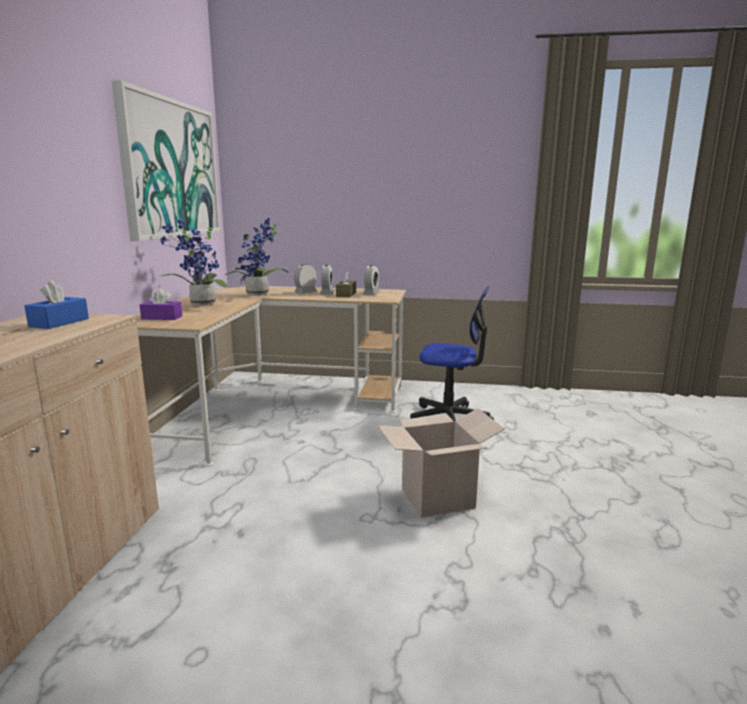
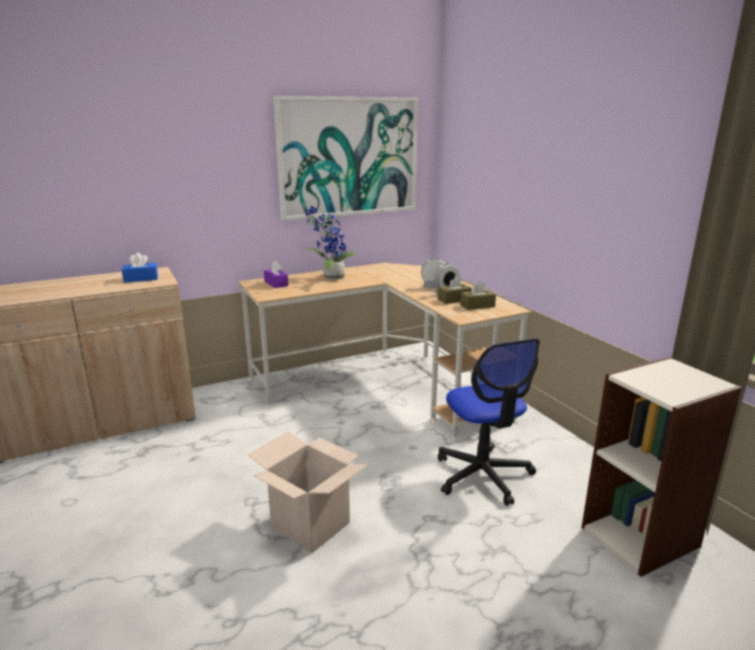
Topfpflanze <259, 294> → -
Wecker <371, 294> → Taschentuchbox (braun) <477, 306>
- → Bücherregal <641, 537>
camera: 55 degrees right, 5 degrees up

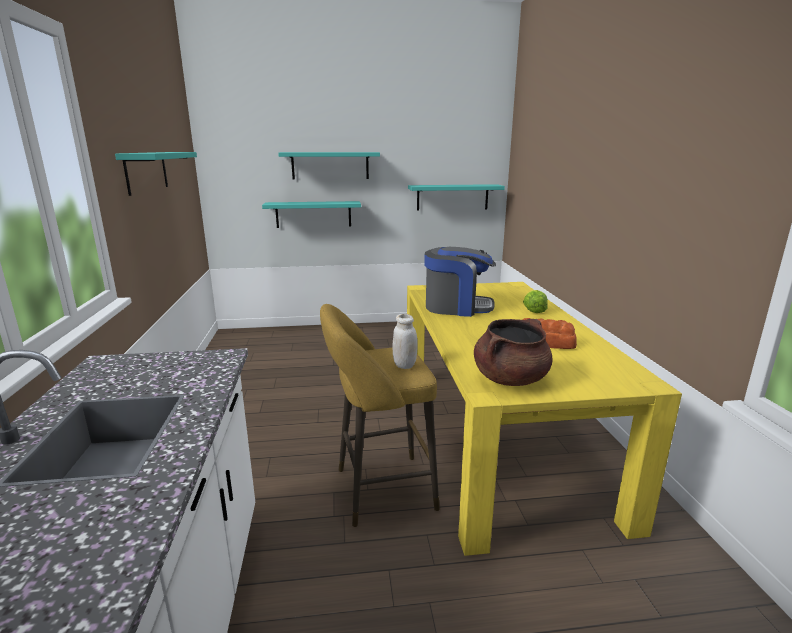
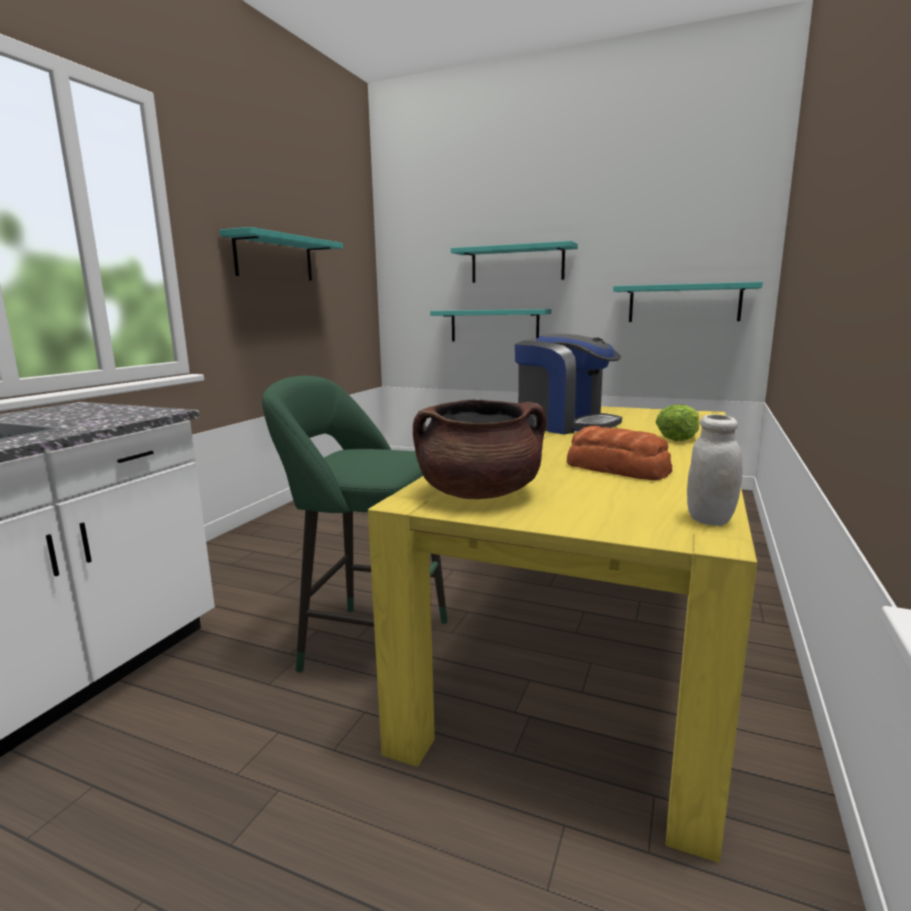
Hocker (gelb) <379, 490> → Hocker (grün) <367, 643>
Vorratsglas (weiß) <404, 365> → Vorratsglas (weiß) <709, 519>, moved
camera: 30 degrees right, 5 degrees down

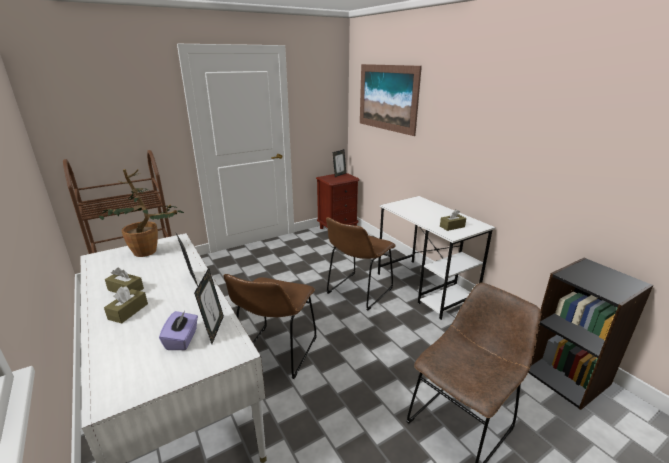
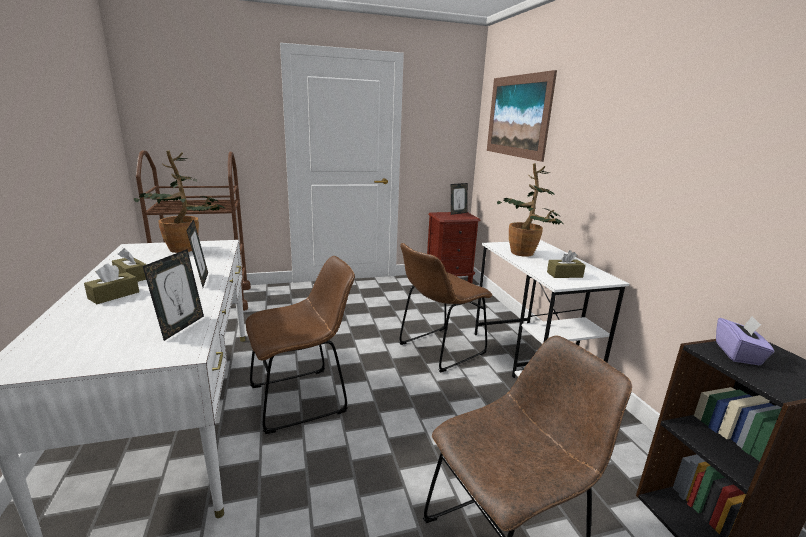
Stuhl (braun) <276, 354> → Stuhl (braun) <303, 398>, 150 degrees counterclockwise
Taschentuchbox (lila) <182, 340> → Taschentuchbox (lila) <738, 354>, moved
- → Topfpflanze <524, 255>
camera: 15 degrees right, 5 degrees down

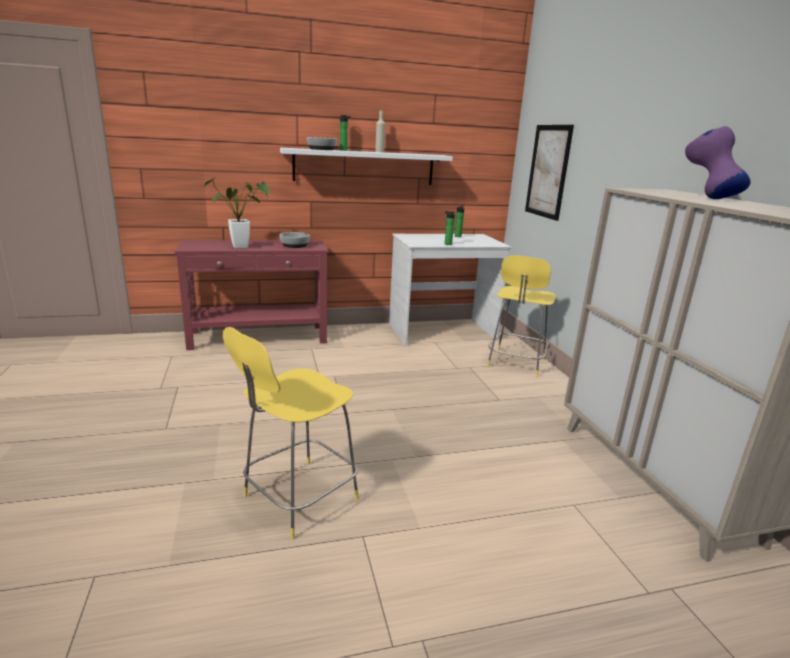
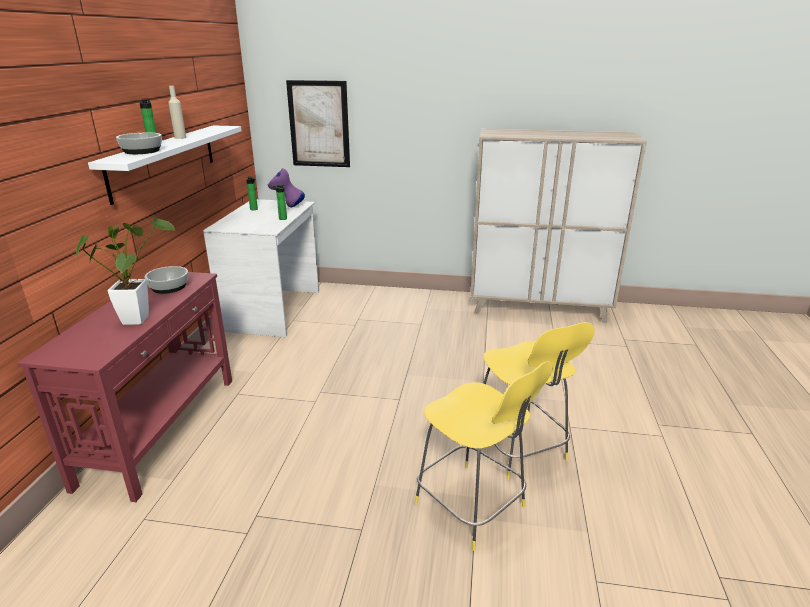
Vase (lila) <707, 198> → Vase (lila) <287, 207>, moved
Hocker (gelb) <515, 363> → Hocker (gelb) <472, 507>, moved
camera: 65 degrees left, 5 degrees up

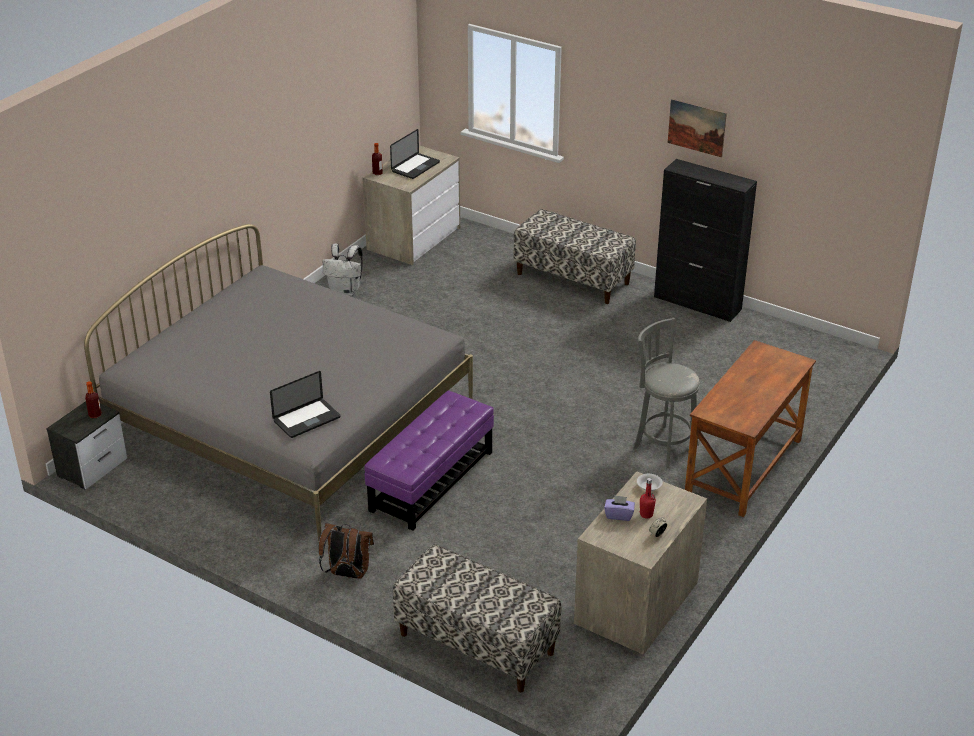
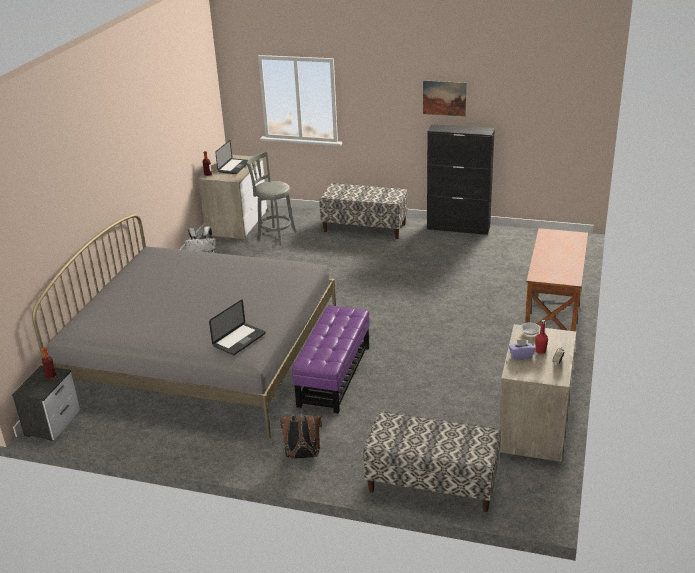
Hocker (grau) <662, 445> → Hocker (grau) <274, 235>, moved
camera: 15 degrees left, 5 degrees down

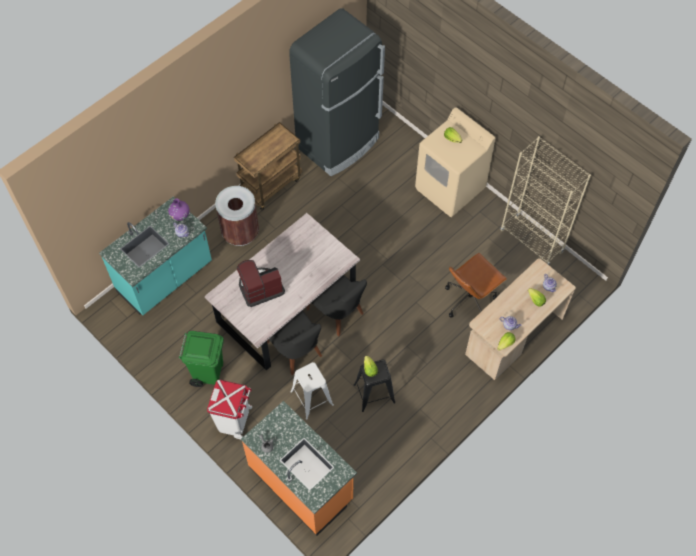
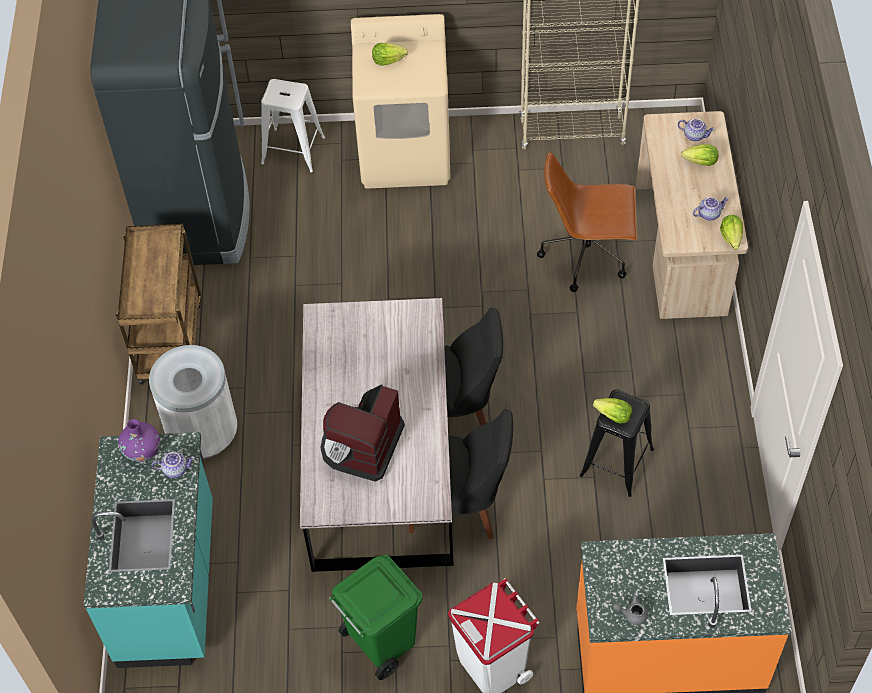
Mülleimer (braun) <240, 233> → Mülleimer (weiß) <203, 434>
Bürostuhl (braun) <469, 300> → Bürostuhl (braun) <587, 255>, 90 degrees clockwise
Hocker (weiß) <311, 398> → Hocker (weiß) <292, 150>, moved
camera: 45 degrees left, 5 degrees down

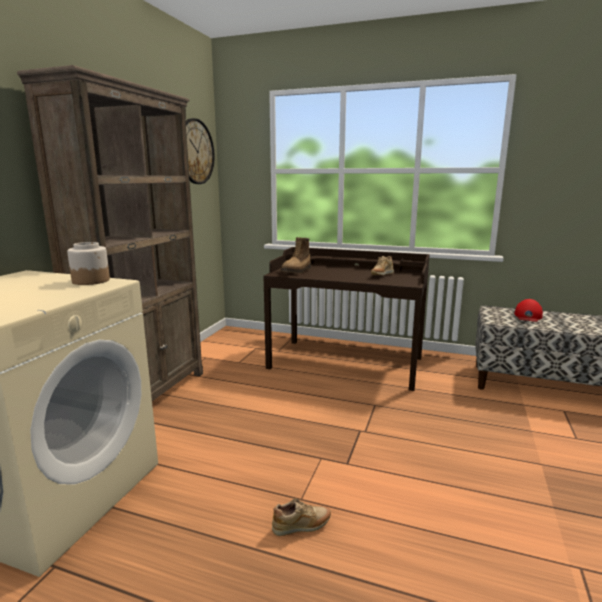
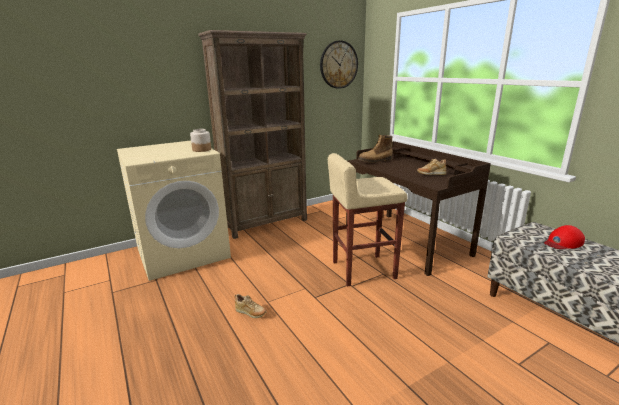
- → Hocker (beige) <362, 269>
camera: 40 degrees right, 5 degrees up

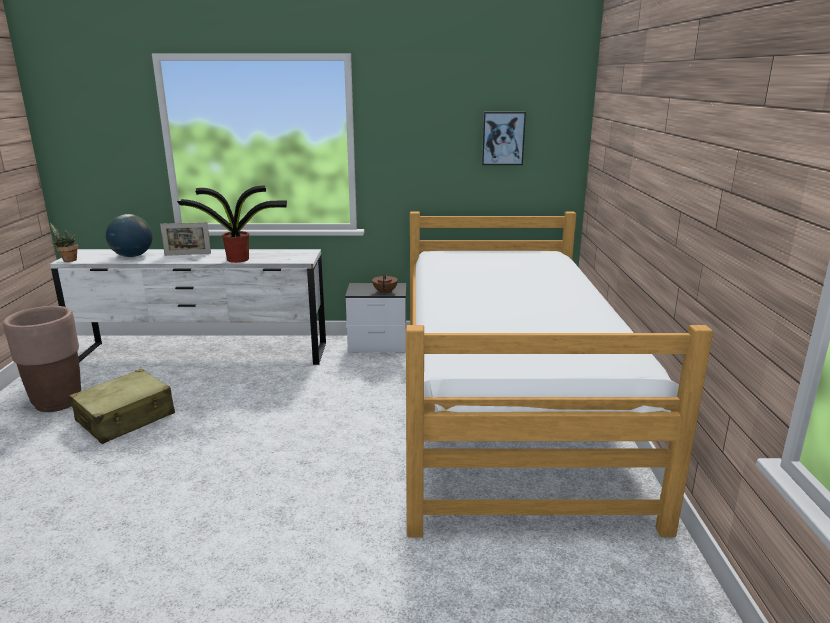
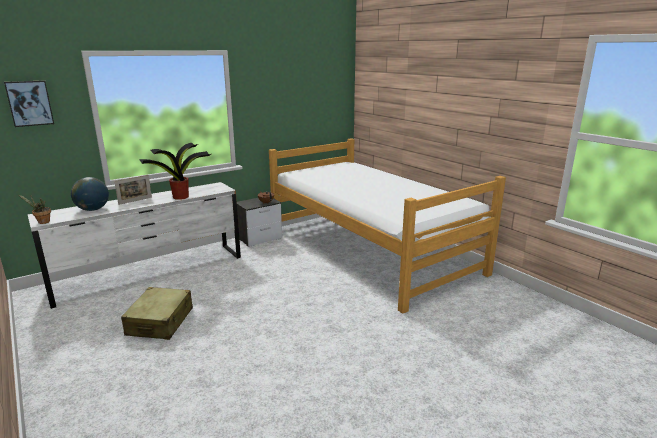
Bild <503, 138> → Bild <29, 103>, moved
Pflanzkübel (braun) <57, 402> → -
camera: 35 degrees left, 0 degrees up

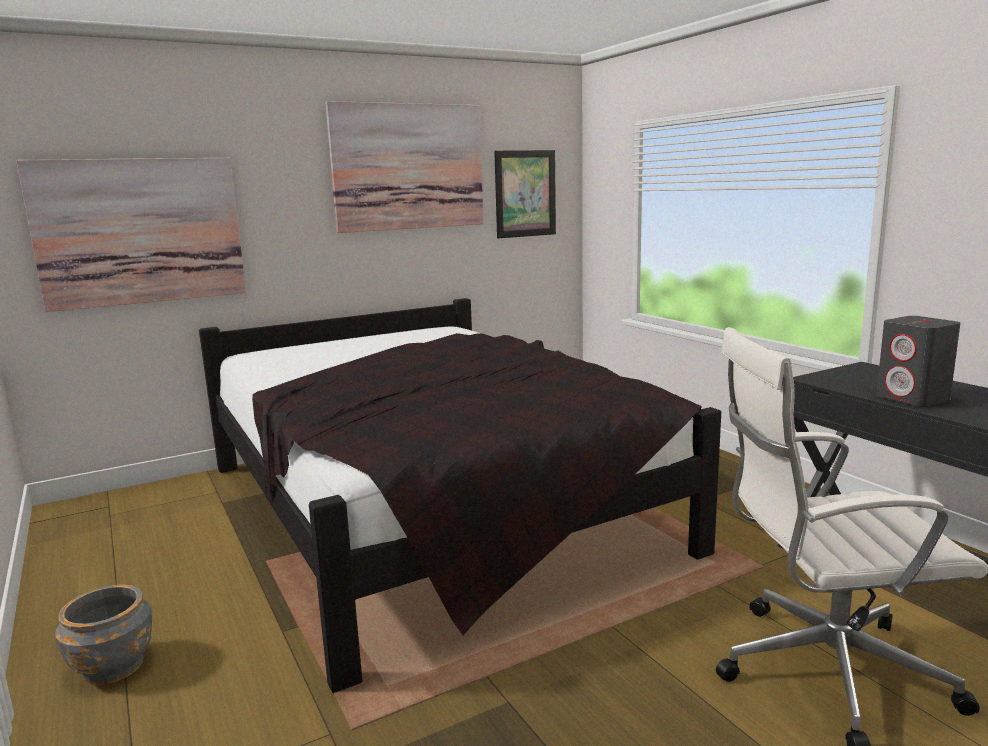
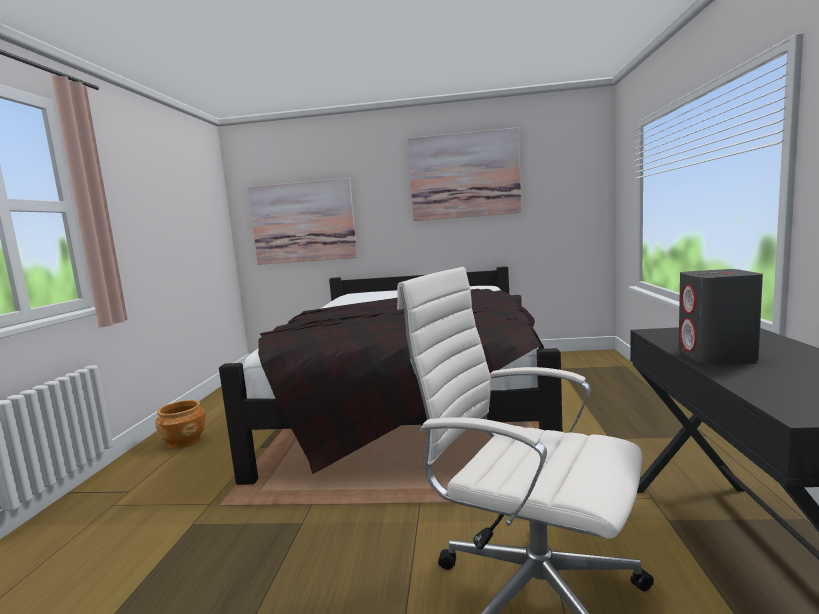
Bild <525, 194> → -
Pflanzkübel (grau) <113, 666> → Pflanzkübel (braun) <184, 442>
camera: 35 degrees right, 5 degrees down

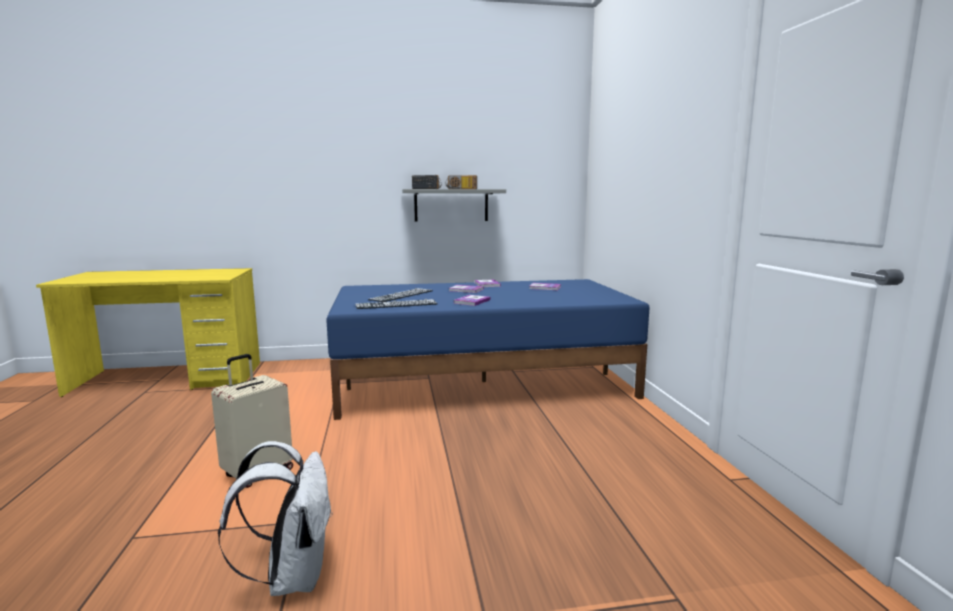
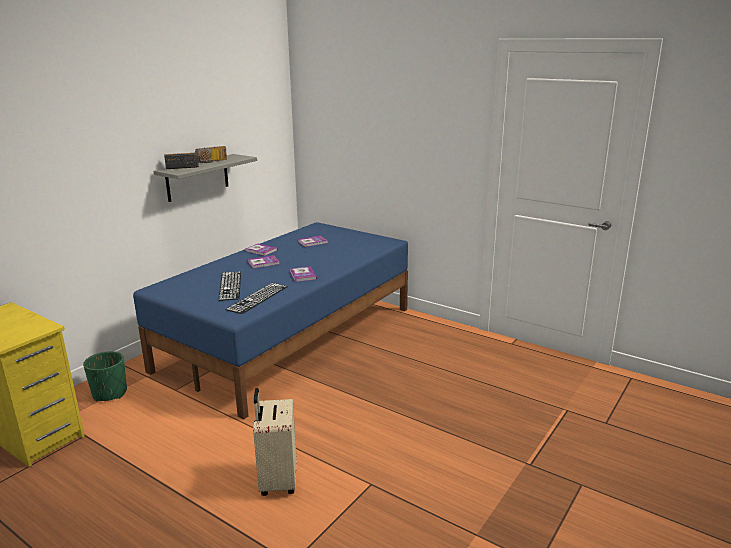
Rucksack (weiß) <292, 576> → -
- → Pflanzkübel (grün) <109, 393>
camera: 45 degrees left, 10 degrees up

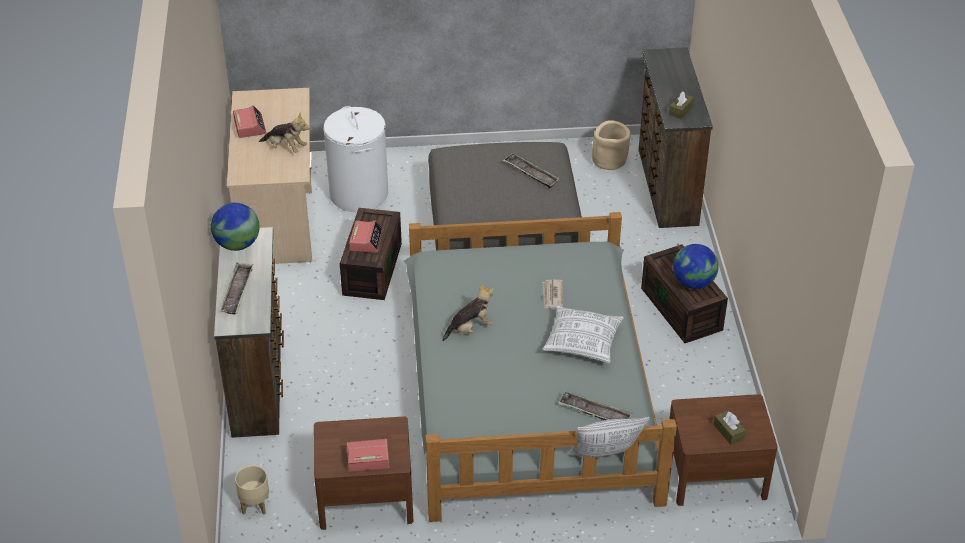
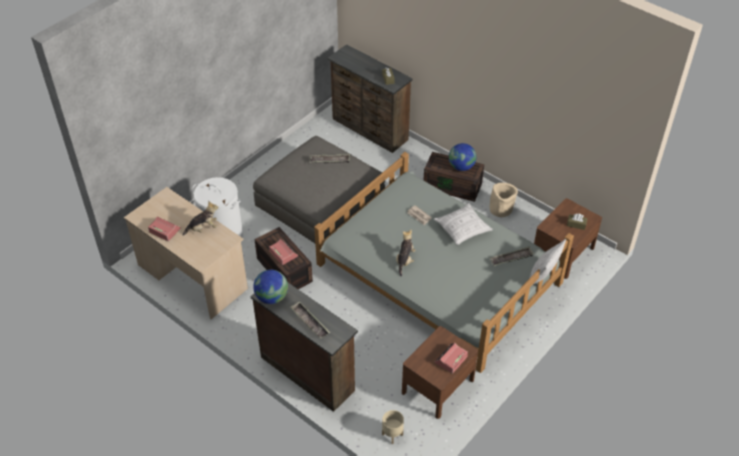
Pflanzkübel (beige) <609, 161> → Pflanzkübel (beige) <501, 209>, moved
camera: 45 degrees left, 5 degrees up

